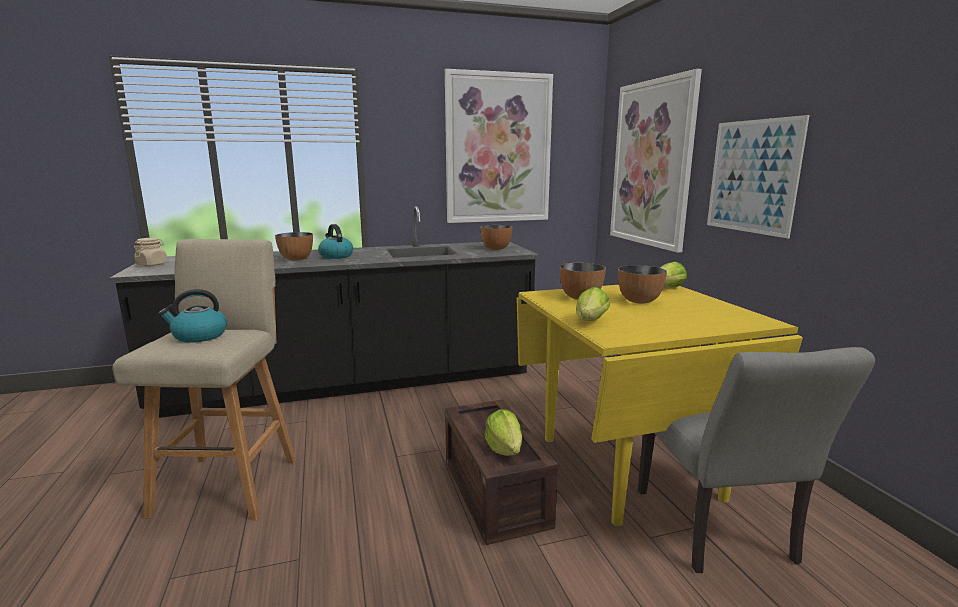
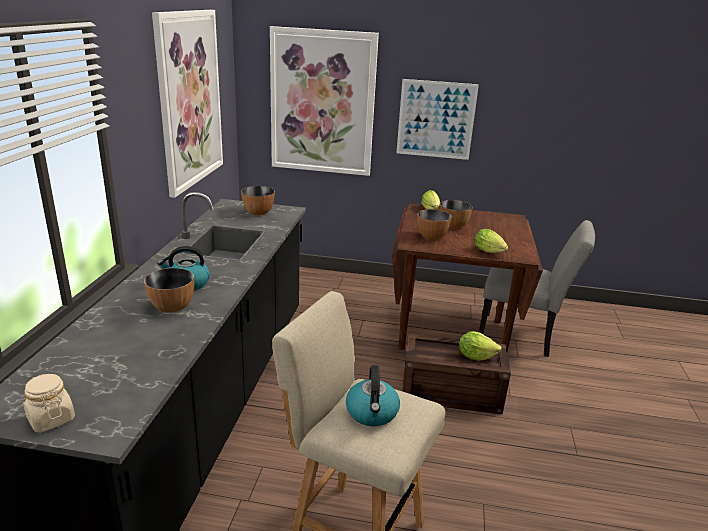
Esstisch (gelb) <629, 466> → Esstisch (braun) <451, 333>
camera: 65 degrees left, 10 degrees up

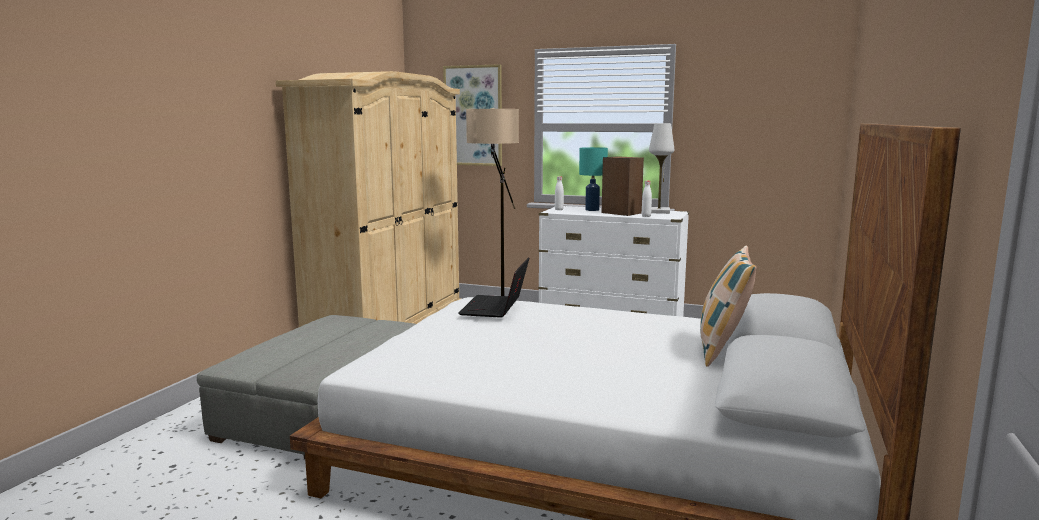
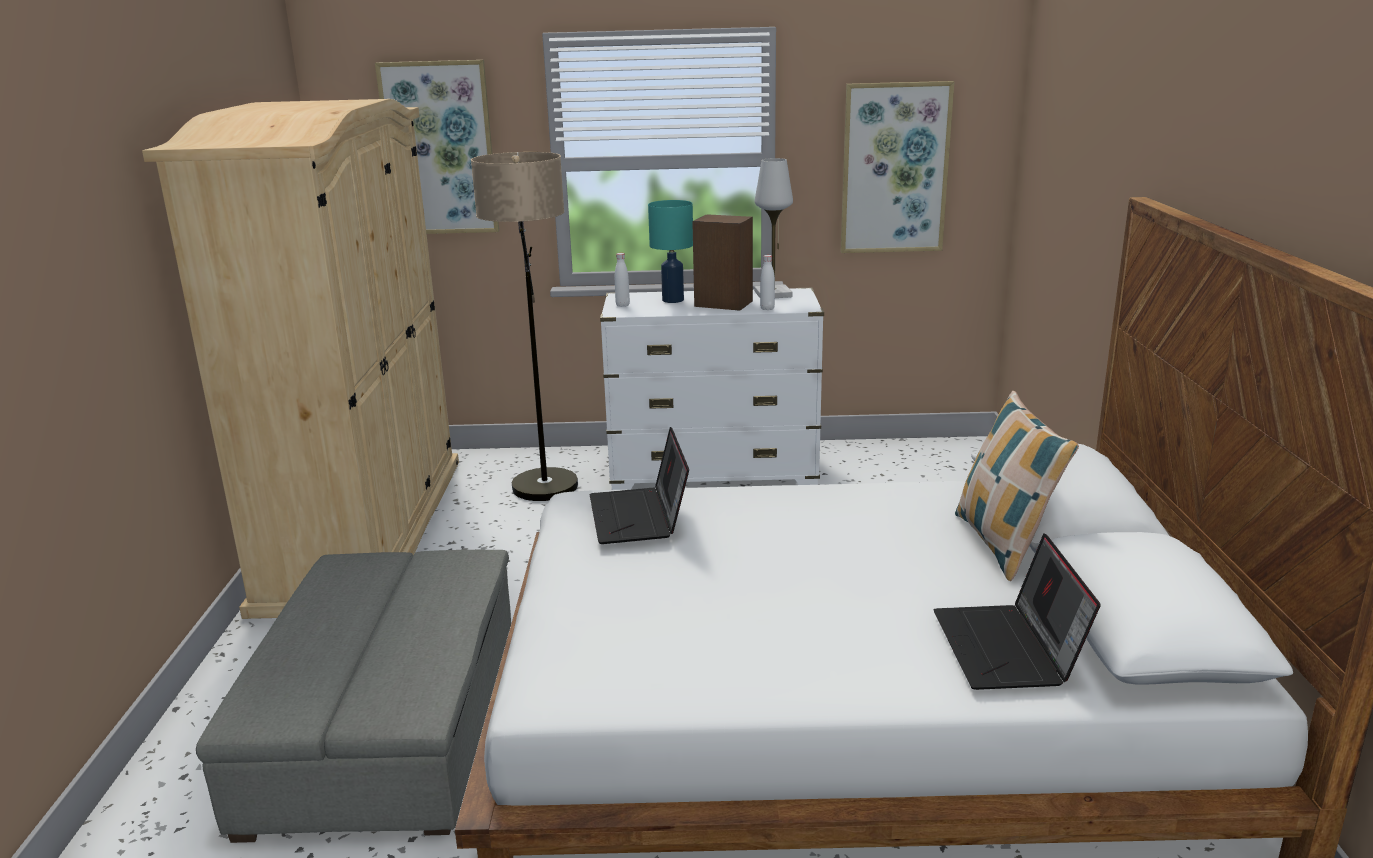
- → Bild <894, 168>
- → Laptop <1009, 649>
camera: 20 degrees left, 10 degrees up

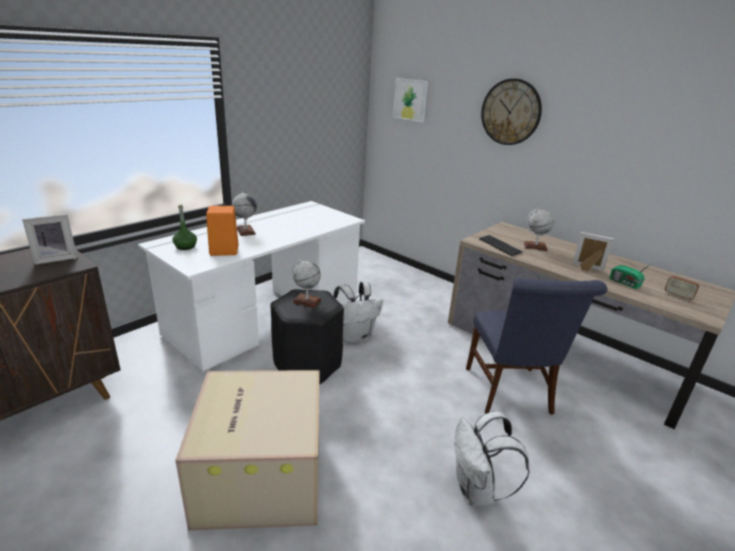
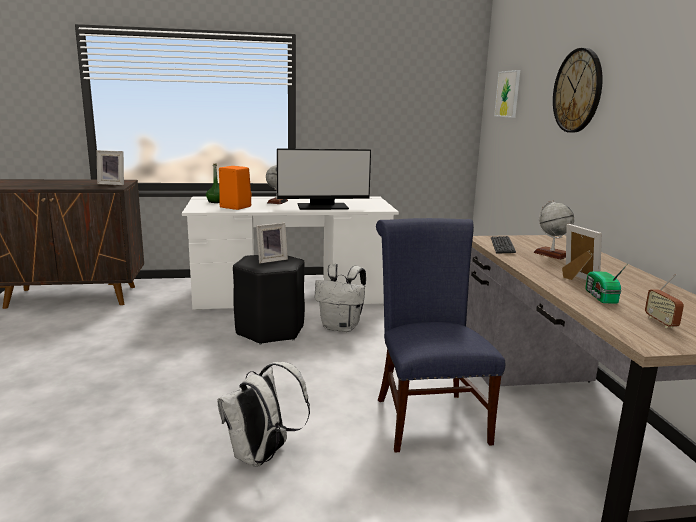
Globus <306, 301> → Bilderrahmen <271, 260>
Stuhl (blau) <510, 393> → Stuhl (blau) <428, 416>, 135 degrees clockwise
Karton <259, 473> → -
- → Monitor <322, 207>
camera: 40 degrees right, 10 degrees down

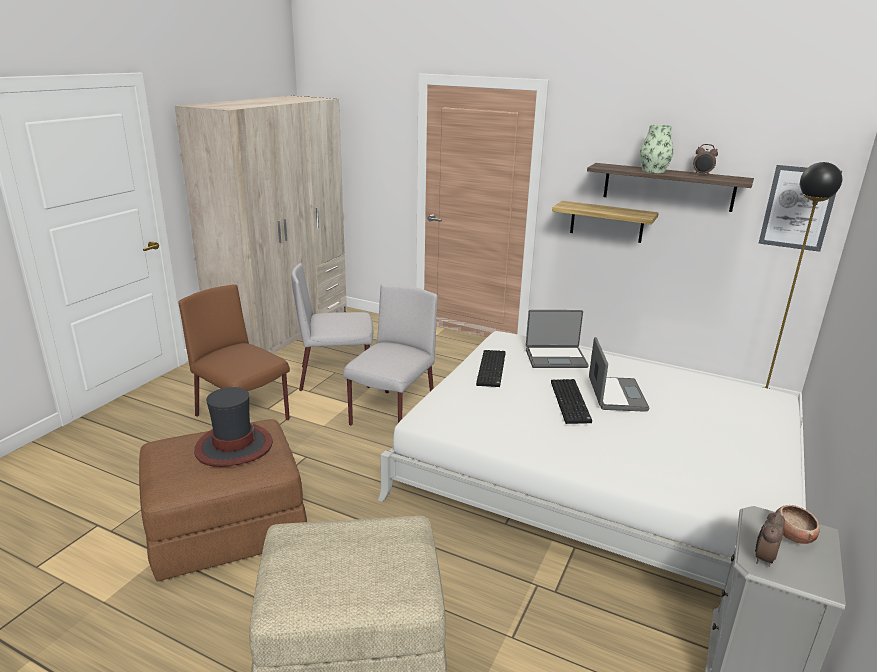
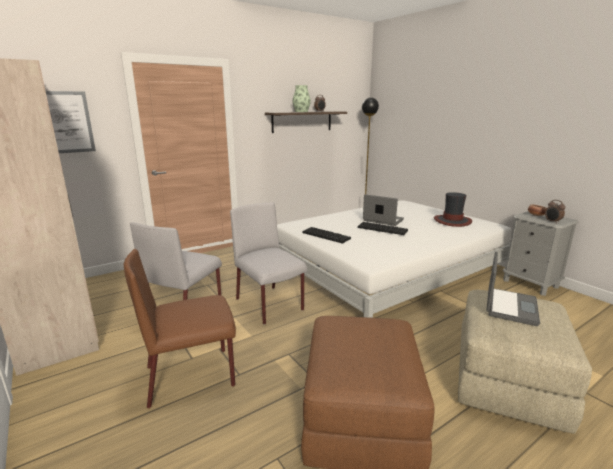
Bild <798, 208> → Bild <66, 122>, moved
Wandregal <606, 222> → -
Laptop <555, 358> → Laptop <509, 306>, moved
Hut <233, 446> → Hut <452, 221>, moved
camera: 60 degrees left, 5 degrees down

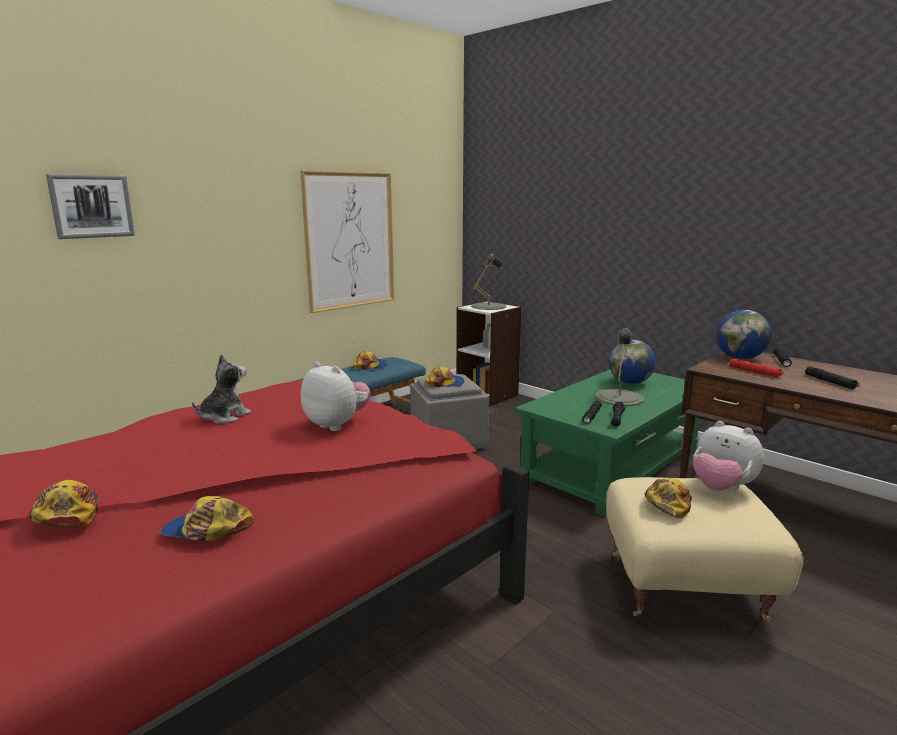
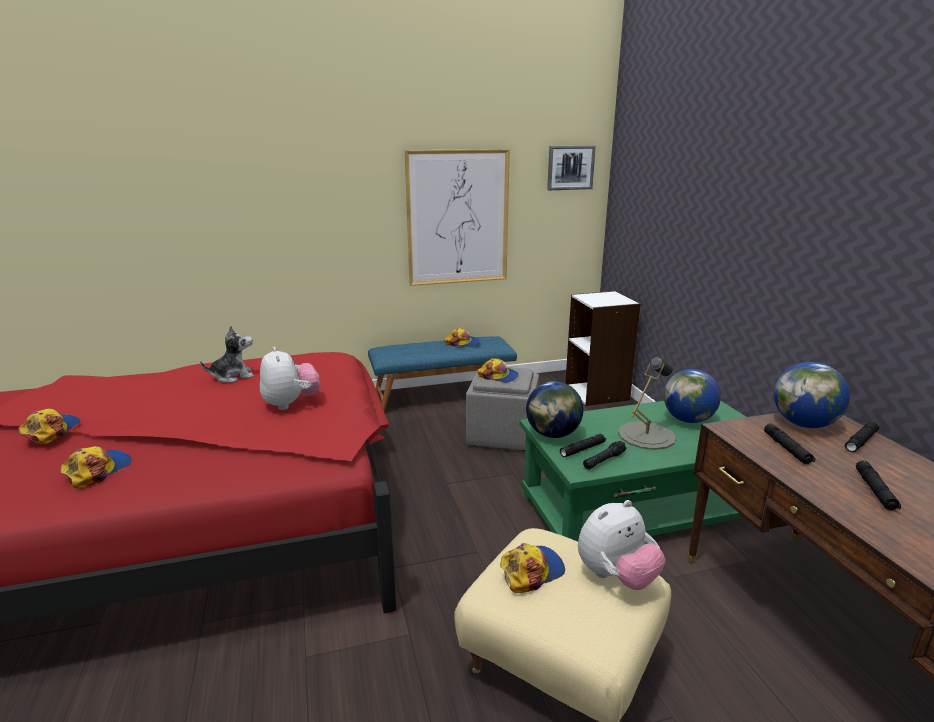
Bild <92, 206> → Bild <570, 167>, moved
Tischlampe (grau) <488, 306> → -
Taschenlampe (rot) <755, 372> → Taschenlampe (schwarz) <787, 449>
Plüschtier <721, 488> → Plüschtier <616, 577>, 105 degrees counterclockwise
Kappe <207, 531> → Kappe <98, 470>, 75 degrees clockwise
- → Globus <553, 434>
camera: 30 degrees right, 5 degrees up

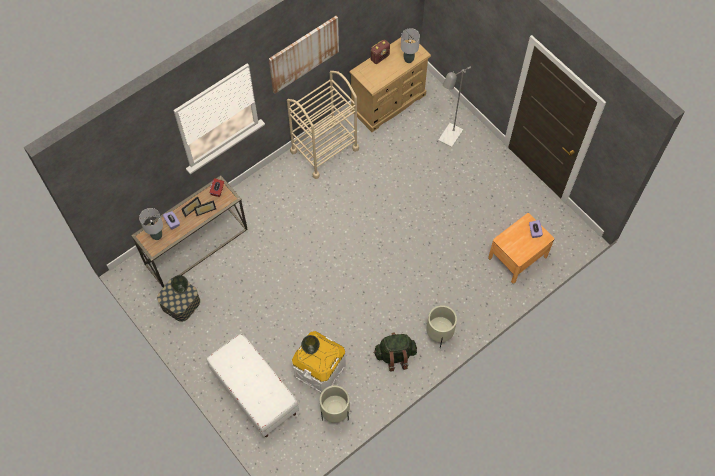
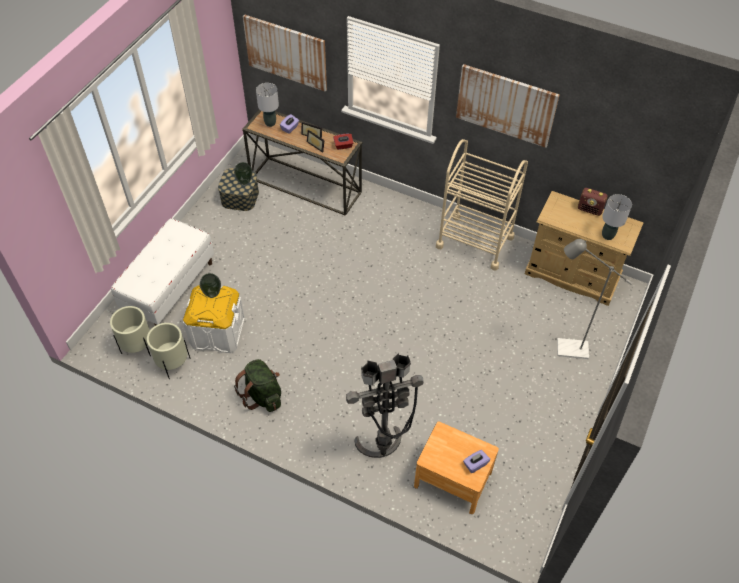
Pflanzkübel (beige) <439, 334> → Pflanzkübel (beige) <138, 347>, moved
- → Bild <286, 52>
- → Stehlampe (grau) <382, 451>
camera: 65 degrees right, 10 degrees down

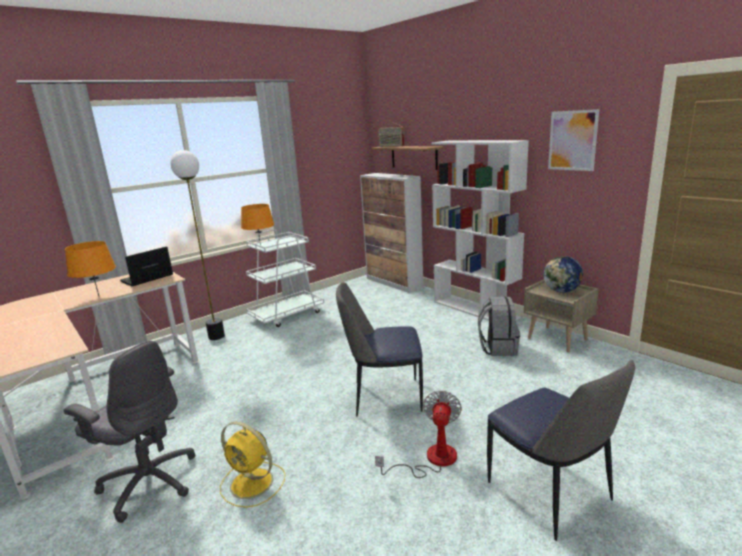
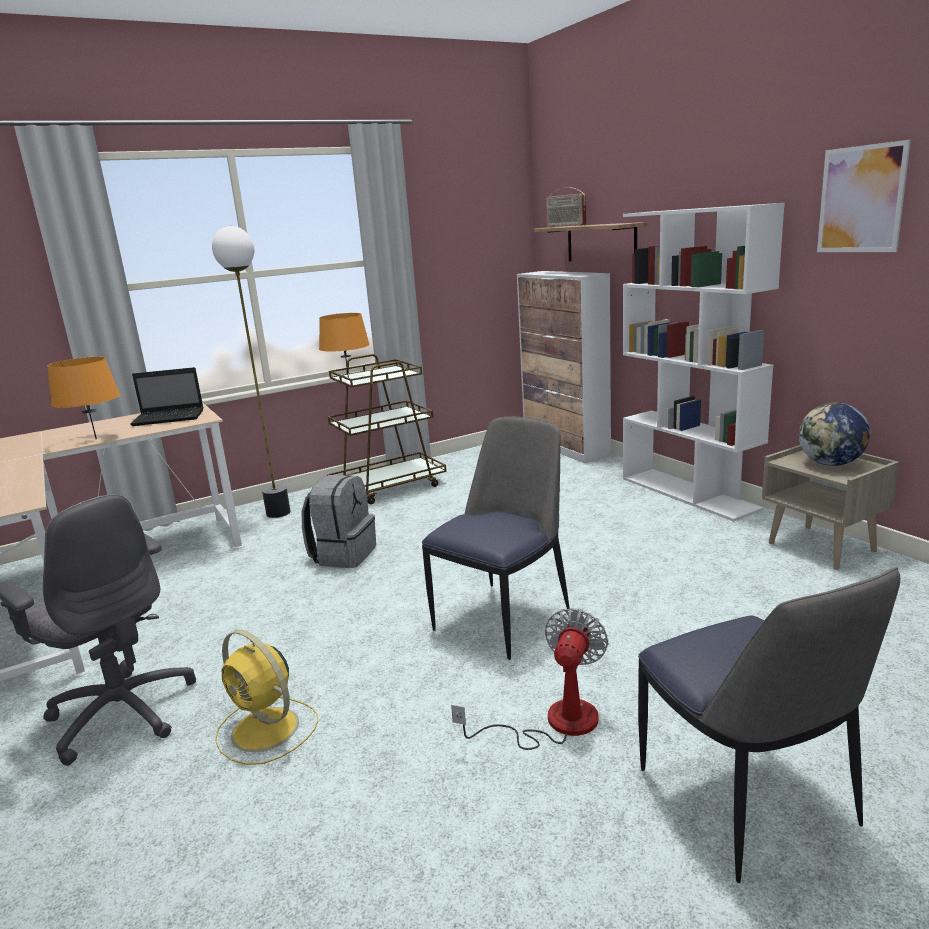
Rollwagen (weiß) <287, 315> → Rollwagen (braun) <389, 487>
Laptop <146, 279> → Laptop <170, 418>, 150 degrees counterclockwise
Stuhl <384, 396> → Stuhl <504, 617>, 120 degrees clockwise
Rucksack (grau) <497, 348> → Rucksack (grau) <343, 555>, moved
camera: 10 degrees right, 0 degrees up

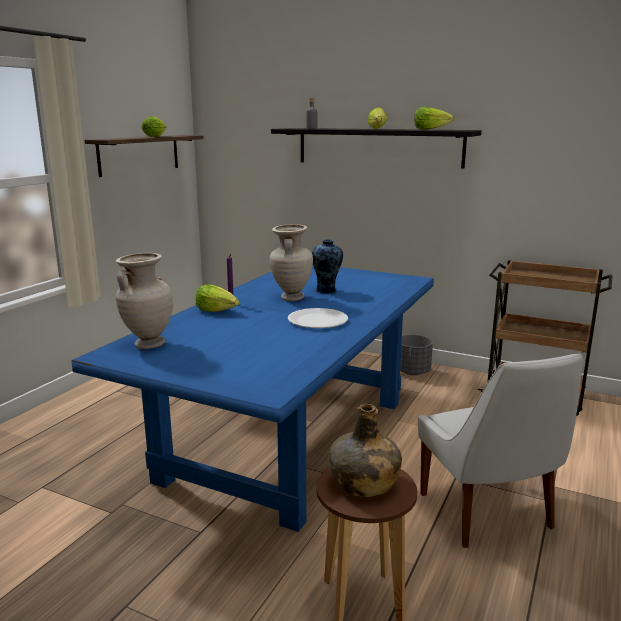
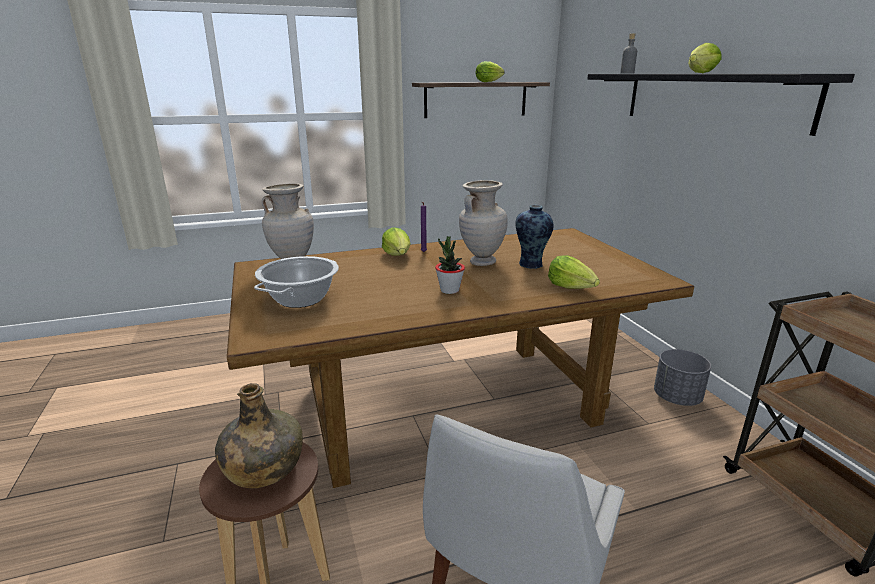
Salatkopf <430, 129> → Salatkopf <571, 287>, moved
Esstisch (blau) <289, 438> → Esstisch (braun) <450, 404>
Teller (weiß) <317, 320> → Topfpflanze <449, 290>
- → Kochtopf <300, 299>
camera: 45 degrees right, 5 degrees up

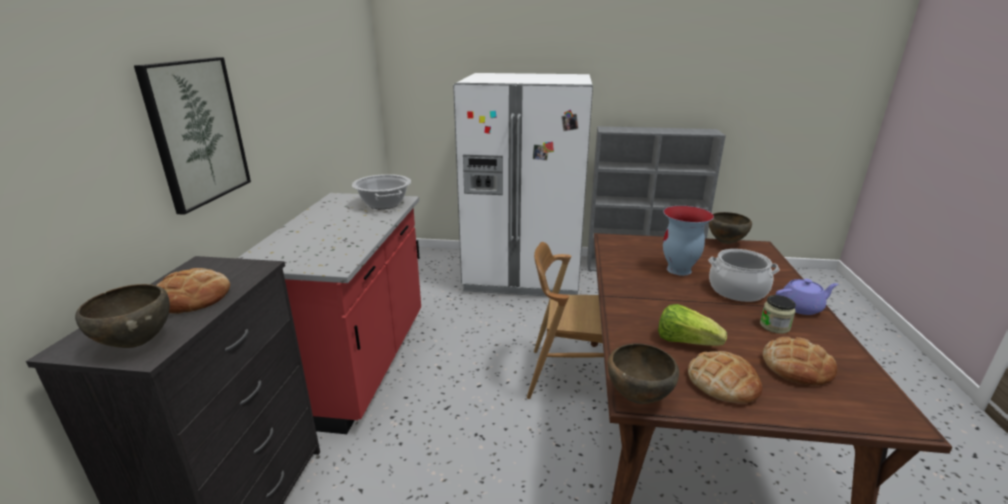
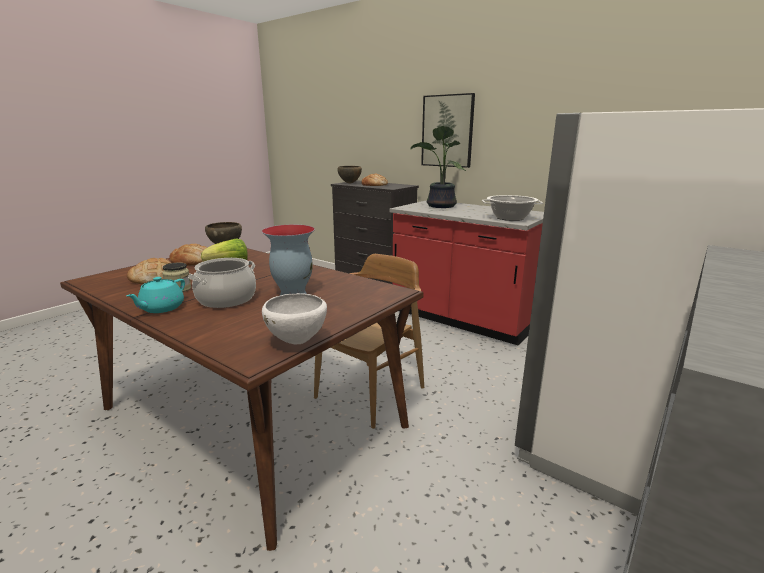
Schüssel (braun) <725, 242> → Schüssel (weiß) <297, 342>
Teekanne (lila) <801, 307> → Teekanne (türkis) <161, 308>
- → Topfpflanze <439, 206>
camera: 120 degrees right, 5 degrees down

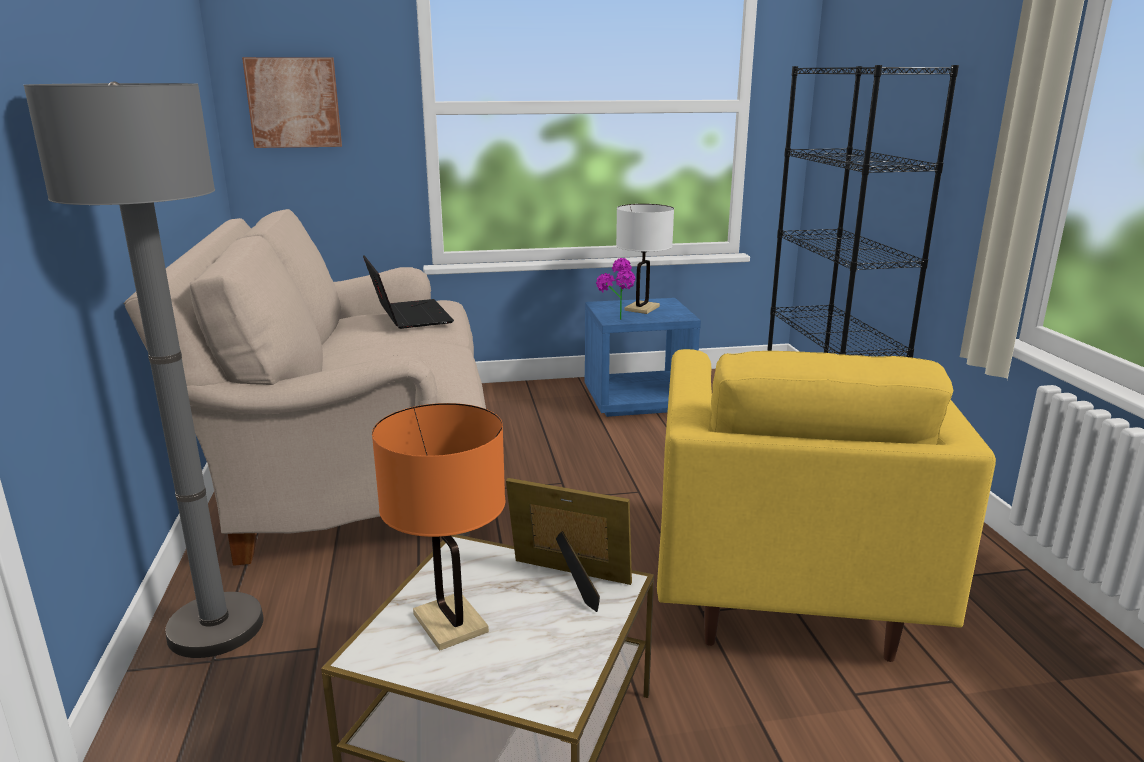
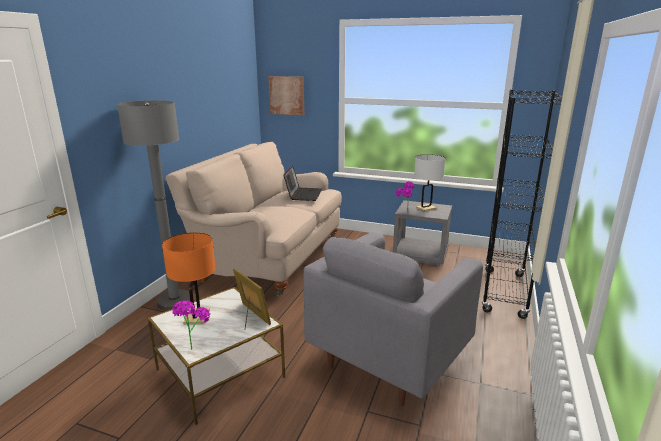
Nachttisch (blau) <638, 400> → Nachttisch (grau) <421, 254>
Sessel (gelb) <786, 591> → Sessel (grau) <388, 360>
- → Topfpflanze <193, 345>
camera: 30 degrees right, 0 degrees up

